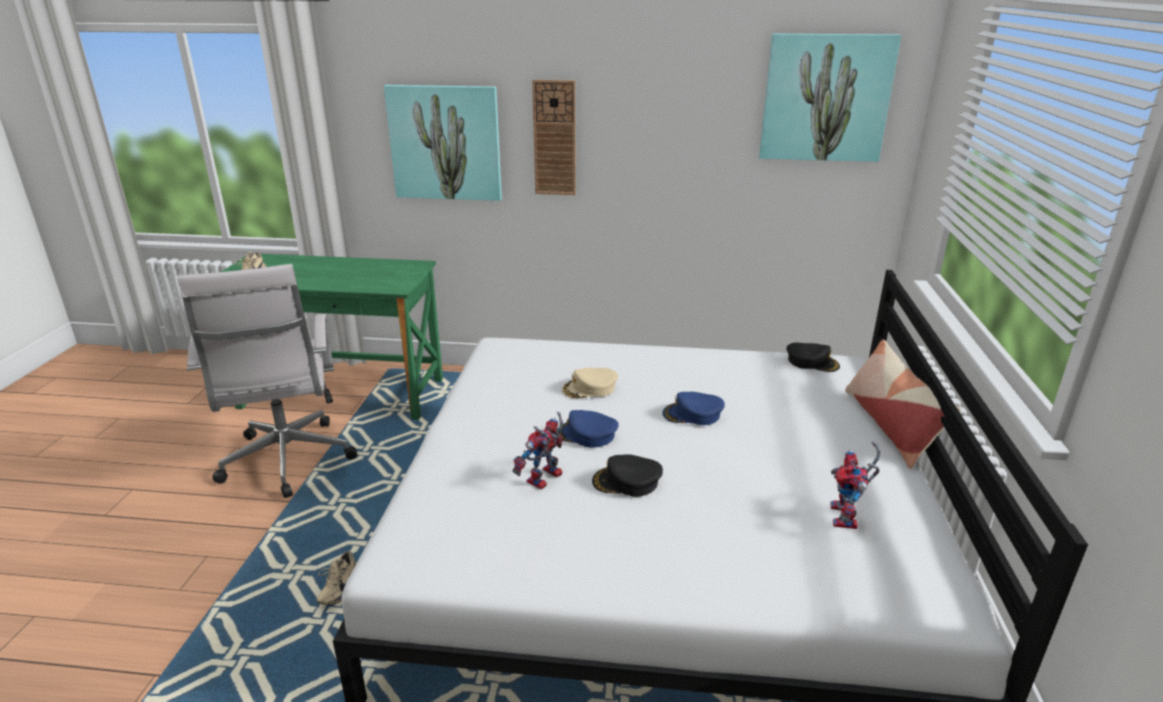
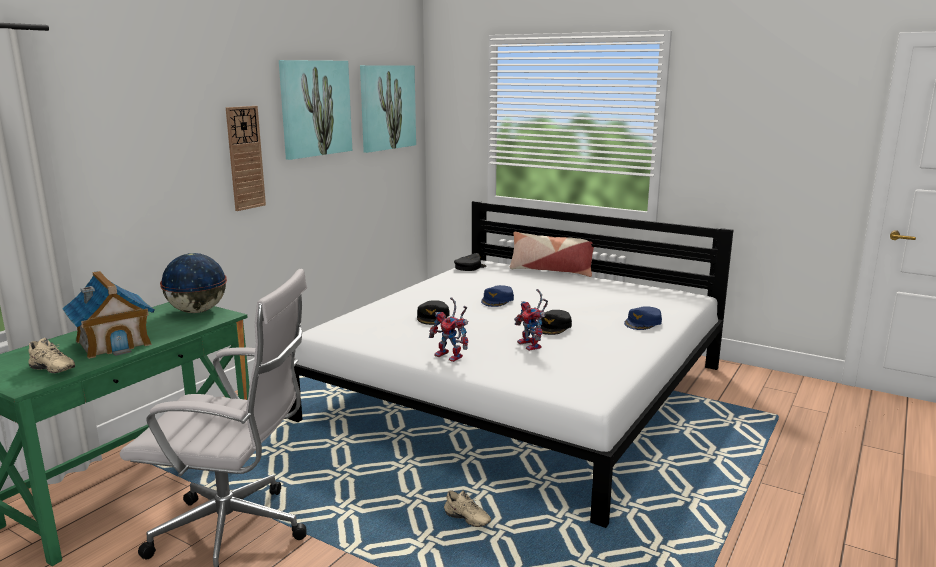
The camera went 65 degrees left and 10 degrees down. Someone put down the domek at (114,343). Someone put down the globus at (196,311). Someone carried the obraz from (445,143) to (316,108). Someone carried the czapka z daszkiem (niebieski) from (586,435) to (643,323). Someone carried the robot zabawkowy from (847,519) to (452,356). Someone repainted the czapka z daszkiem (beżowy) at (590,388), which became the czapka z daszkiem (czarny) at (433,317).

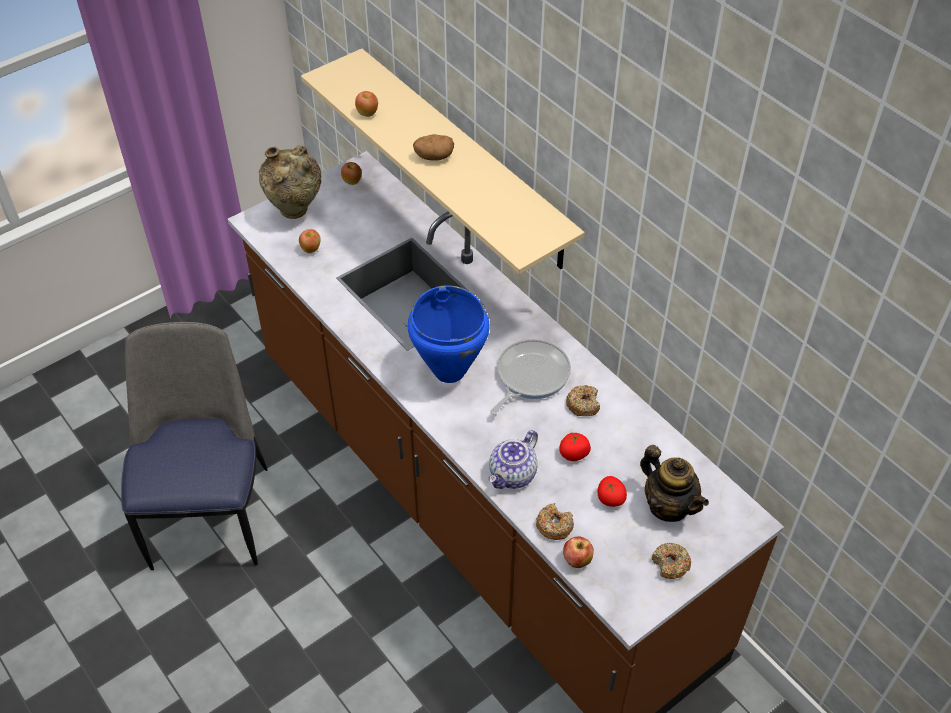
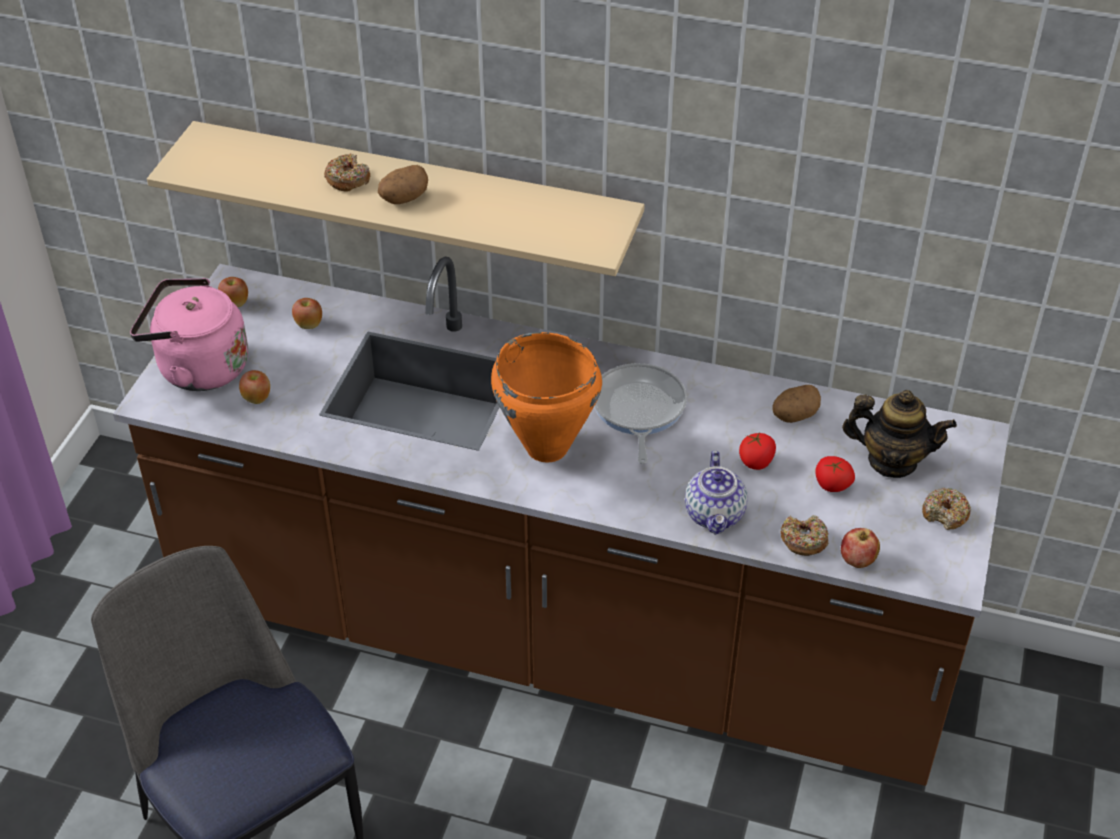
The camera went 35 degrees left and 5 degrees down. Someone put down the ziemniak at (794,415). Someone carried the jabłko from (367,113) to (308,324). Someone carried the donut from (583,404) to (347,179). Someone swapped the wazon (beżowy) at (296,213) for the czajnik (różowy) at (198,368). Someone repainted the garnek (niebieski) at (449,371), which became the garnek (pomarańczowy) at (547,448).

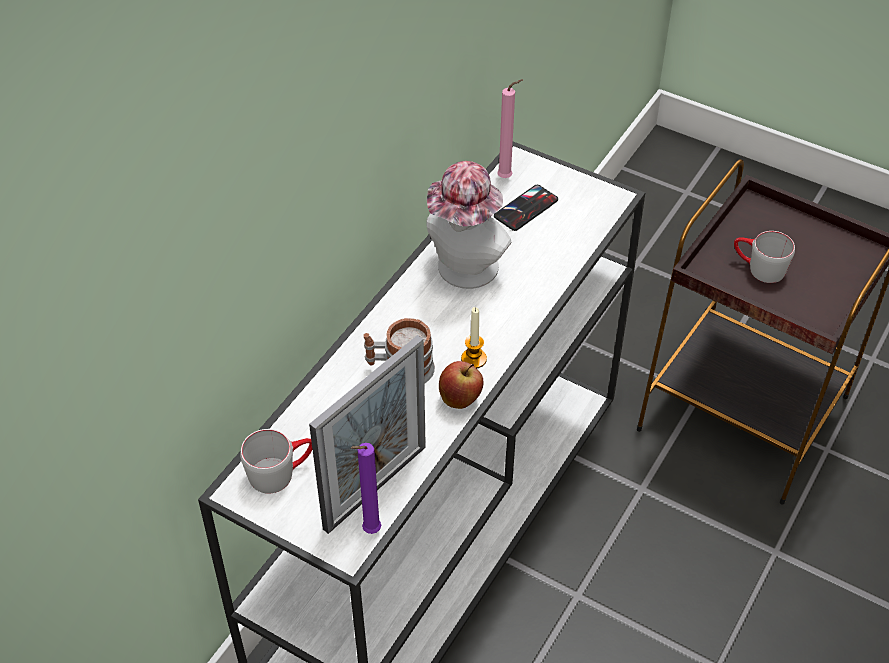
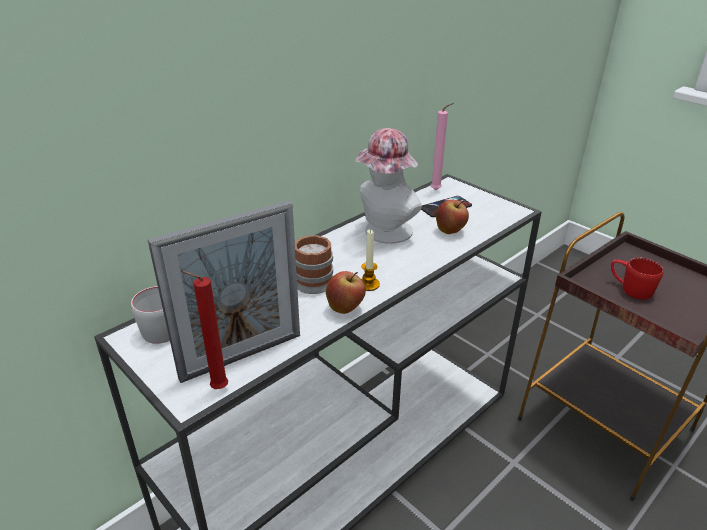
The camera went 15 degrees right and 15 degrees down. Someone put down the jabłko at (450,231). Someone repainted the świeca (fioletowy) at (369,531), which became the świeca (czerwony) at (216,389). Someone repainted the kubek (szary) at (758,268), which became the kubek (czerwony) at (629,288).

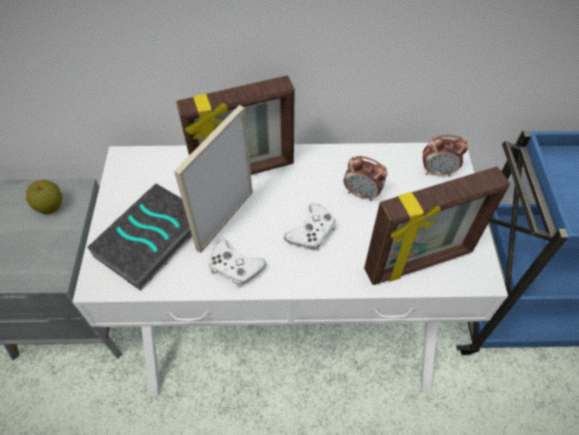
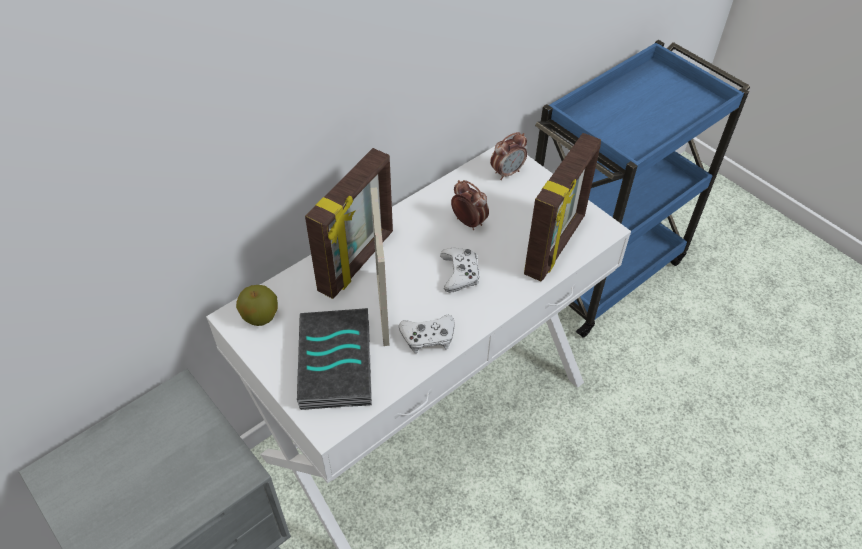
The camera went 40 degrees left and 5 degrees down. Someone carried the jabłko from (50,206) to (260,316). Someone rotated the budzik at (362,193) by 120 degrees counterclockwise.

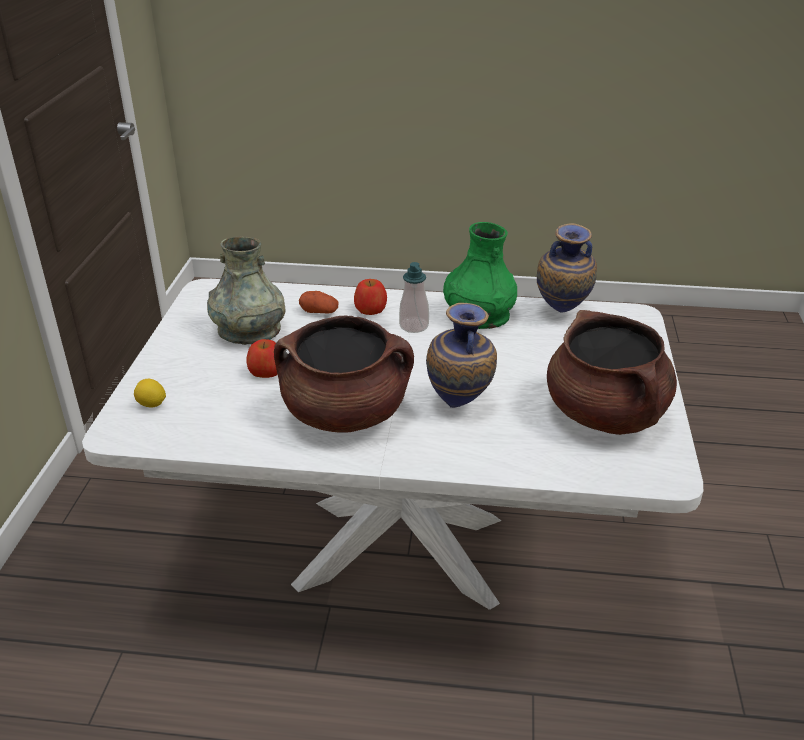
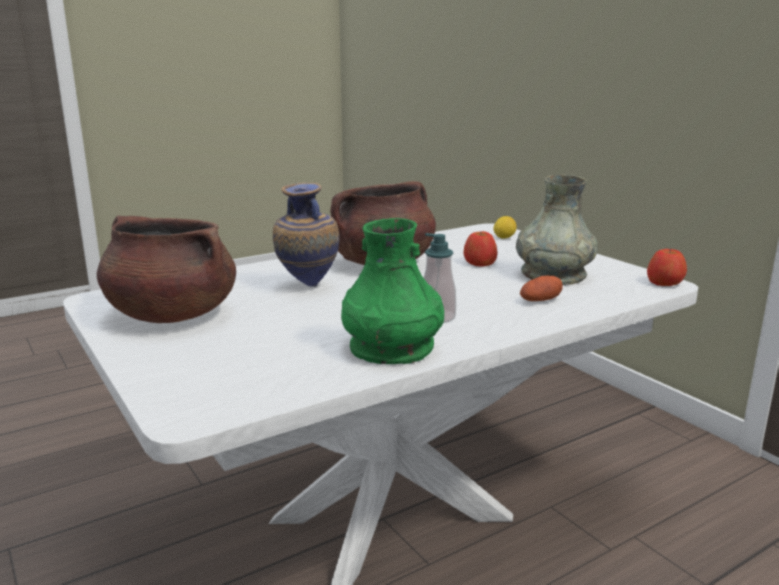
The camera went 140 degrees right and 15 degrees down. Someone took away the wazon at (561,314). Someone carried the jabłko from (371,309) to (664,283).

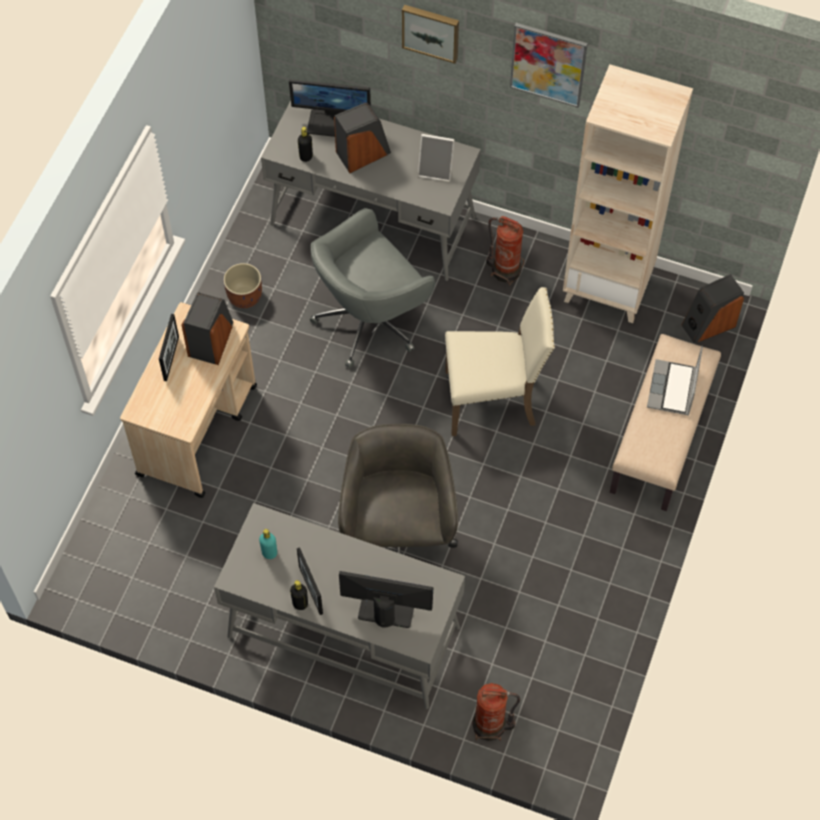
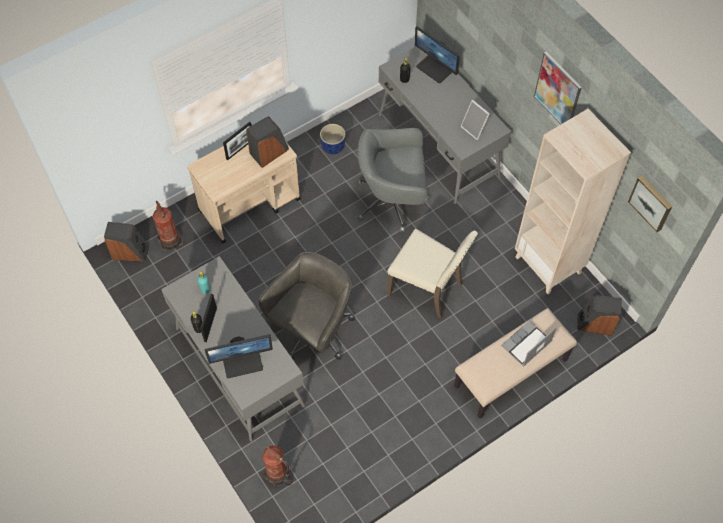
The camera went 35 degrees right and 0 degrees up. Someone carried the głośnik from (363,153) to (130,252). Someone carried the obraz from (431,31) to (651,202). Someone carried the gaśnica from (505,269) to (170,240). Someone repainted the donica (brązowy) at (245,296), which became the donica (niebieski) at (333,146). Someone rotated the monitor at (386,609) by 120 degrees clockwise.

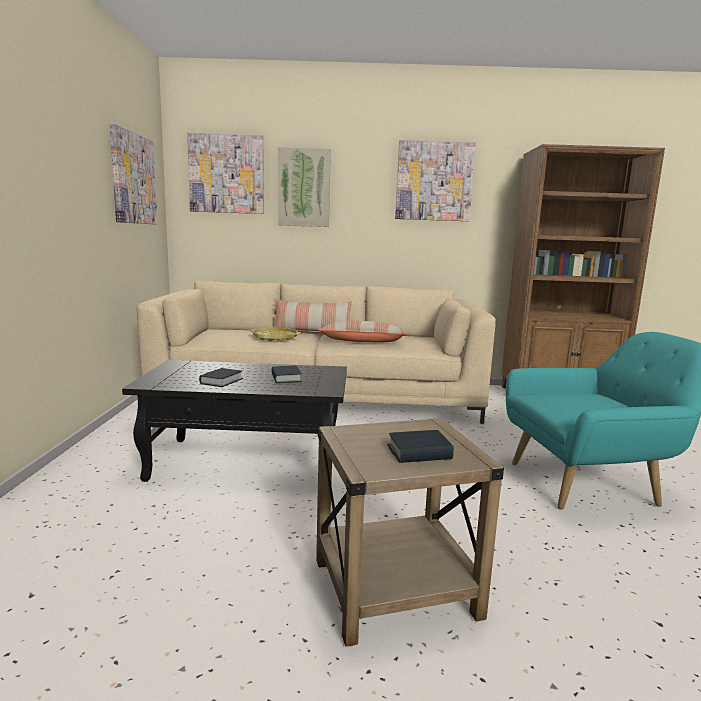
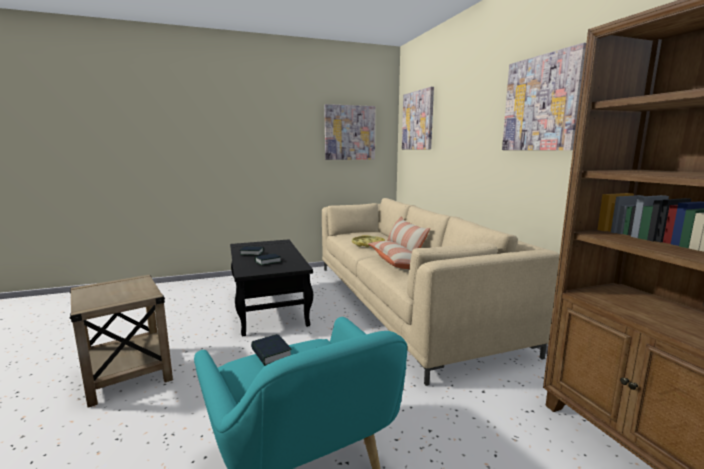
The camera went 70 degrees right and 0 degrees up. Someone took away the obraz at (304,188). Someone carried the książka from (419,453) to (271,354).

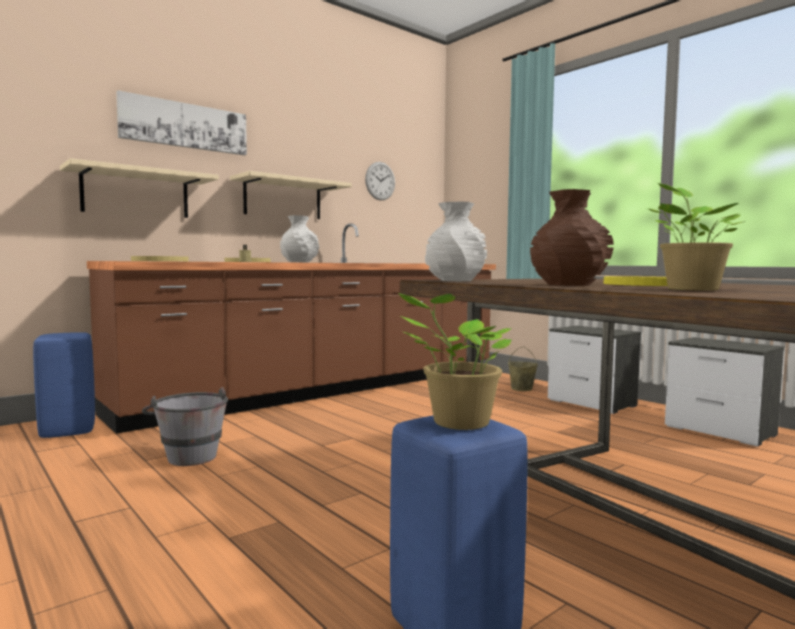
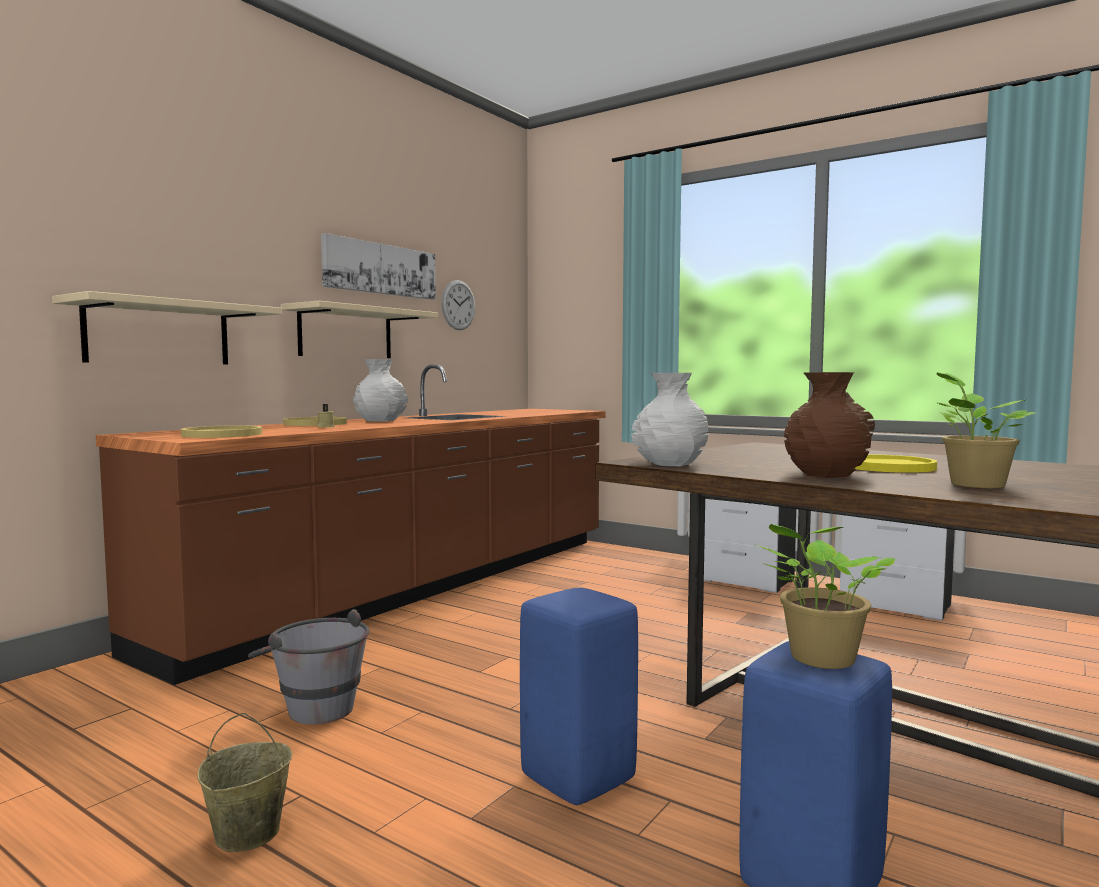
The camera went 15 degrees left and 0 degrees up. Someone carried the stołek (niebieski) from (67,431) to (575,778). Someone carried the obraz from (185,126) to (380,269). Someone carried the wiadro (beżowy) from (521,389) to (247,834).

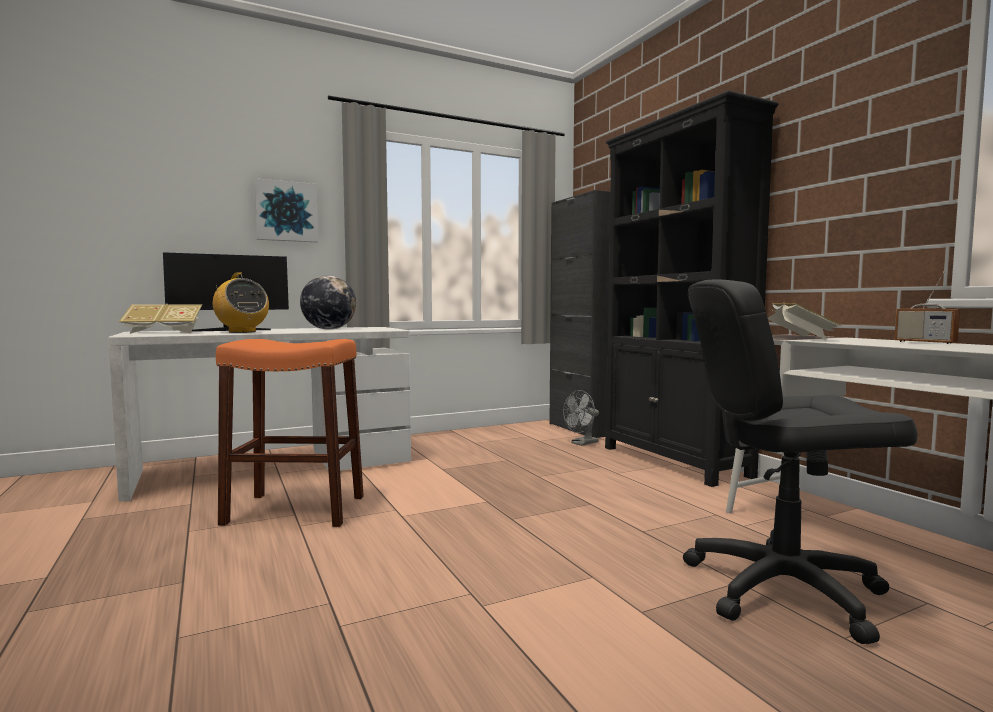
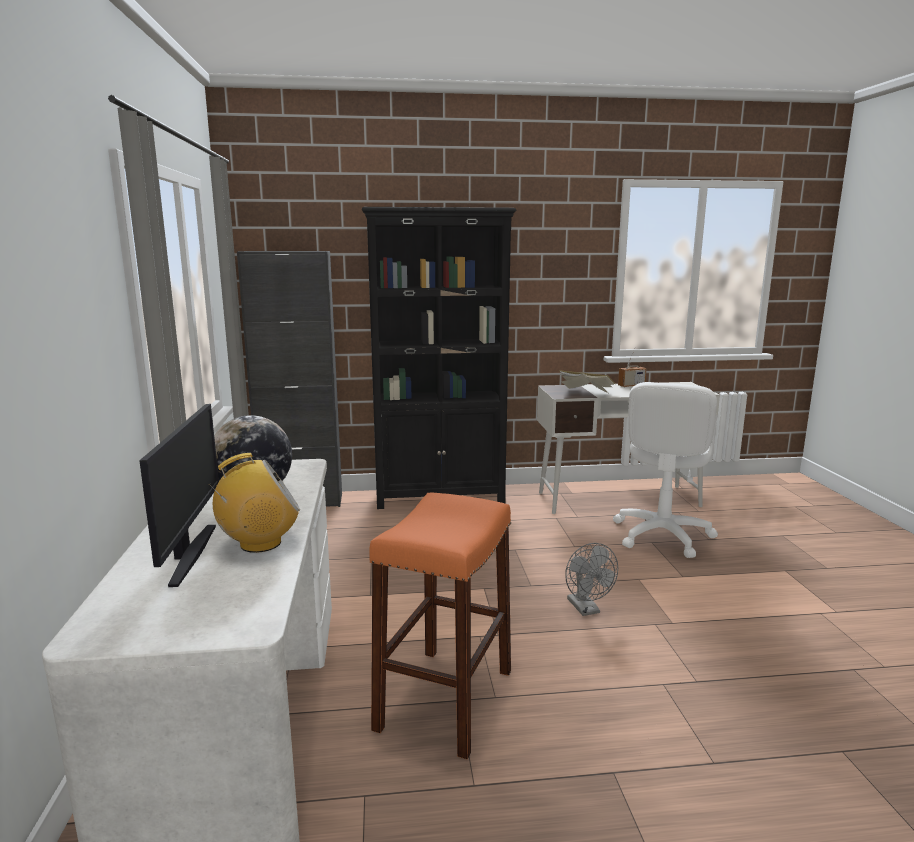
The camera went 70 degrees left and 10 degrees up. Someone took away the książka at (164,333). Someone took away the obraz at (286,211). Someone carried the wentylator (szary) from (582,443) to (586,609). Someone repainted the krzesło biurowe (czarny) at (782,589), which became the krzesło biurowe (biały) at (661,535).

